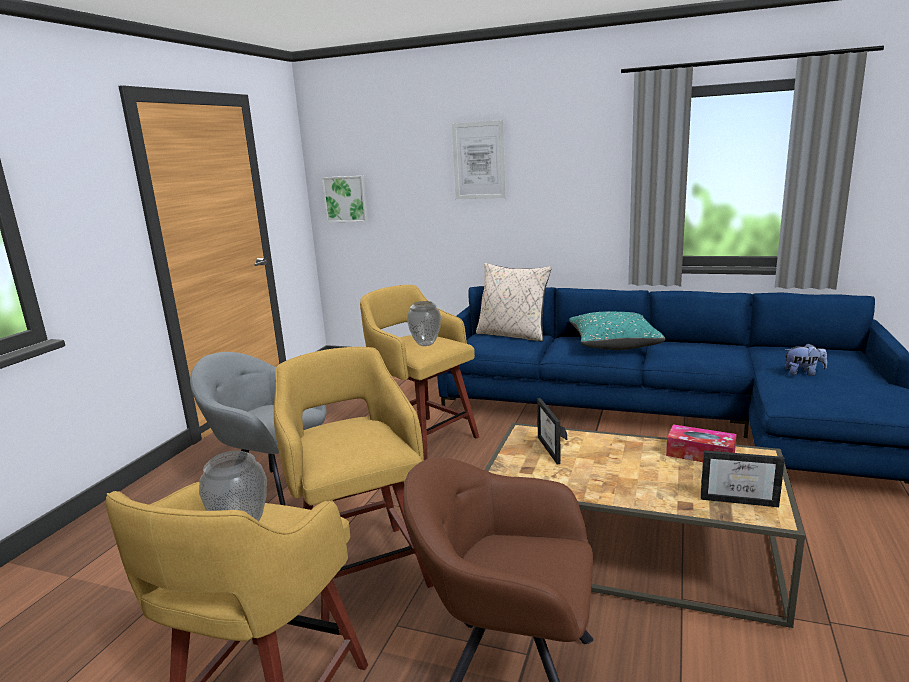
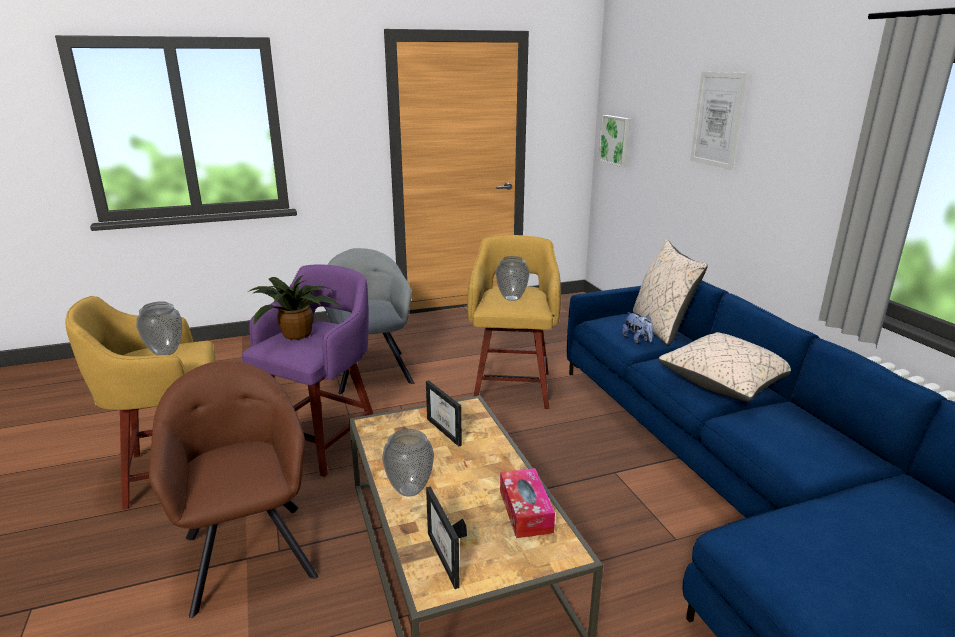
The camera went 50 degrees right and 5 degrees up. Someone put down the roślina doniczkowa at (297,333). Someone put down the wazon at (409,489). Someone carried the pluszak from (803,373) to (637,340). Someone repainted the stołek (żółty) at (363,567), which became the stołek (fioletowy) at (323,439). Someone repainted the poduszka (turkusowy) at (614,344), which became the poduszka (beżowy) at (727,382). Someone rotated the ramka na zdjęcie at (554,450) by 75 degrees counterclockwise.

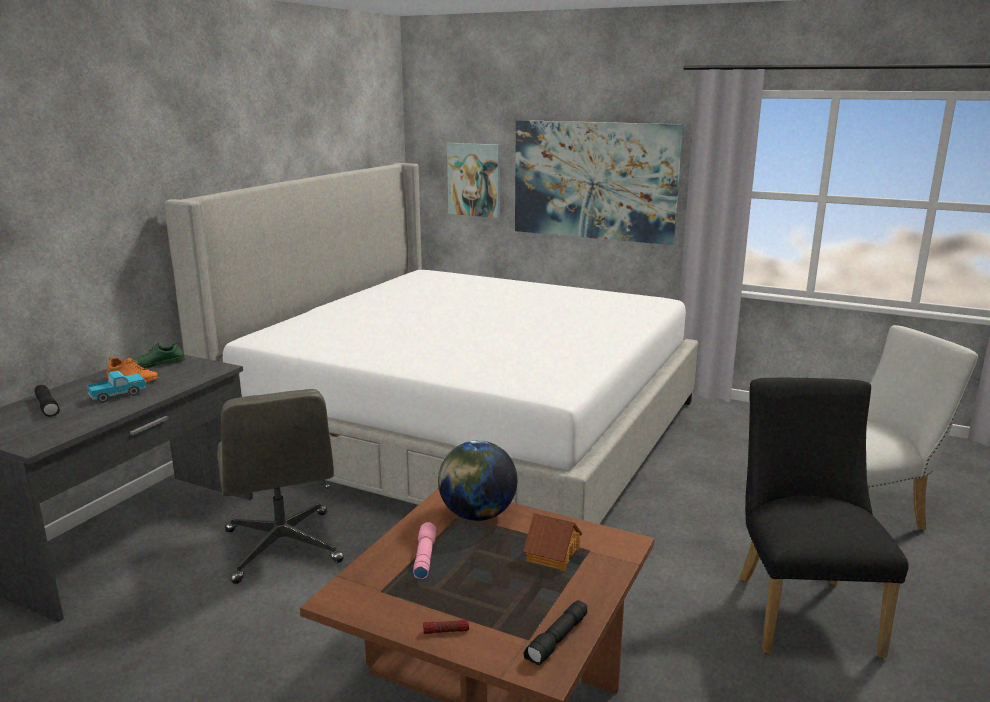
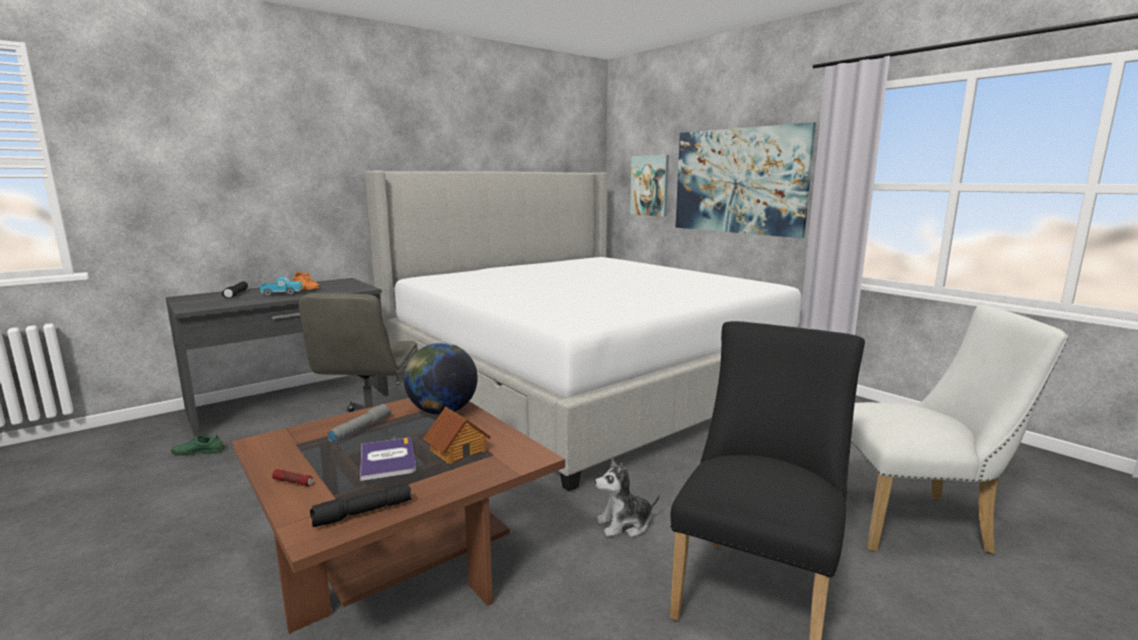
The camera went 25 degrees right and 5 degrees down. Someone put down the książka at (388,459). Someone put down the pluszak at (625,524). Someone carried the but (zielony) from (156,364) to (199,452). Someone repainted the latarka (różowy) at (424,556), which became the latarka (szary) at (361,429).

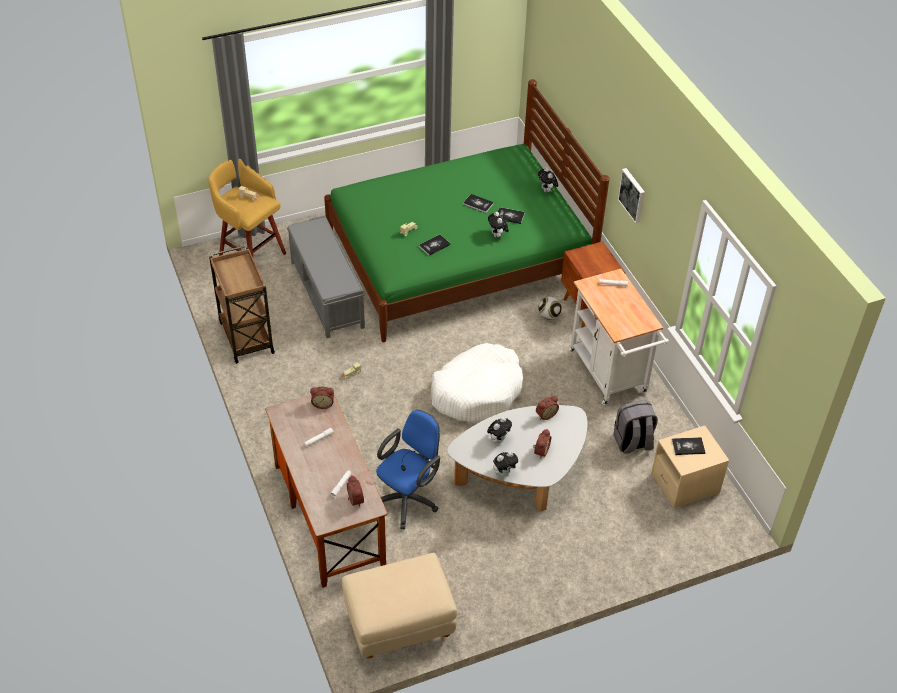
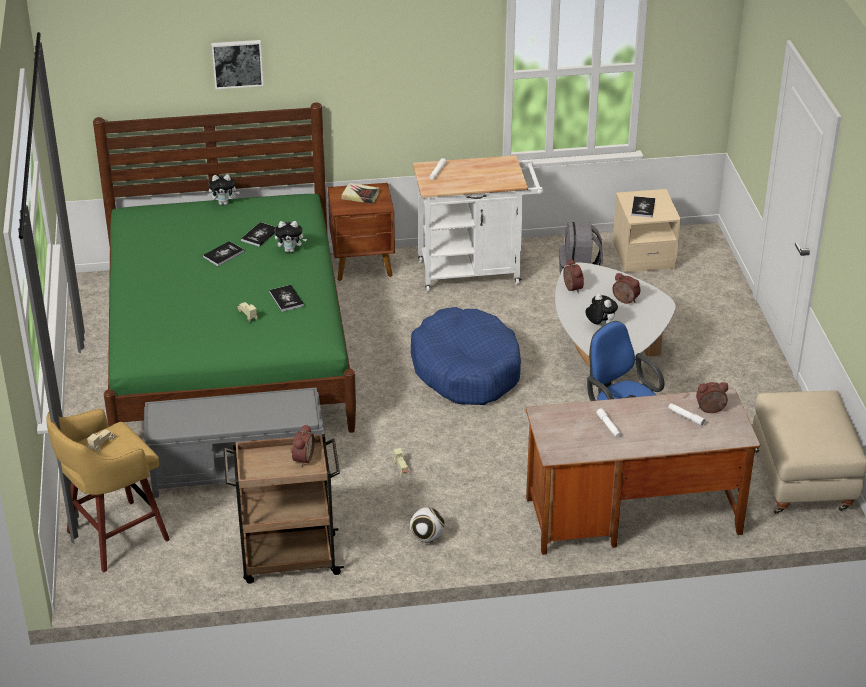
The camera went 75 degrees left and 10 degrees down. Someone took away the pluszak at (504,472). Someone put down the książka at (360,196). Someone carried the budzik from (323,403) to (302,458). Someone carried the piłka futbolowa from (549,316) to (427,537). Someone carried the obraz from (633,195) to (237,63). Someone repainted the legowisko (biały) at (477,391), which became the legowisko (niebieski) at (466,369).

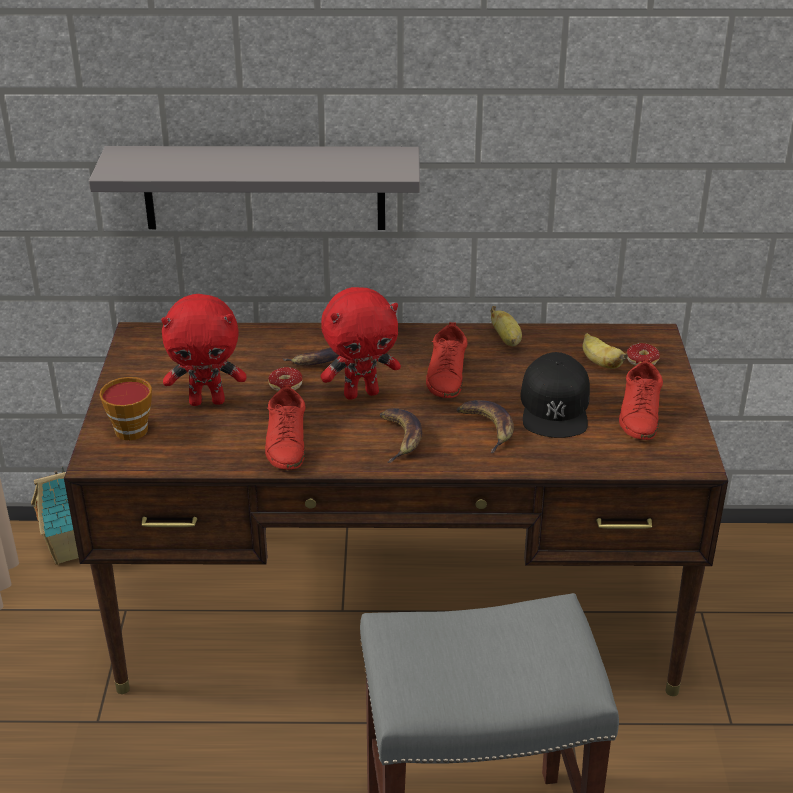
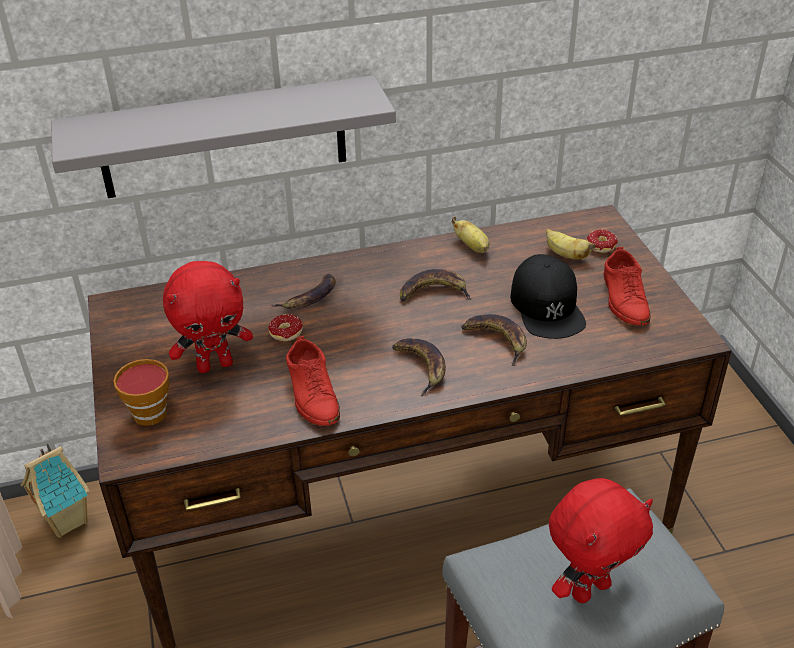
The camera went 15 degrees left and 5 degrees up. Someone carried the pluszak (czerwony) from (361,393) to (589,588). Someone swapped the but (czerwony) at (446,374) for the banan at (434,292).

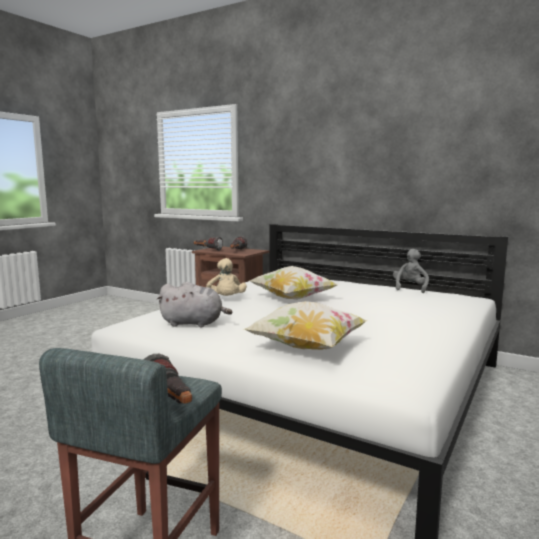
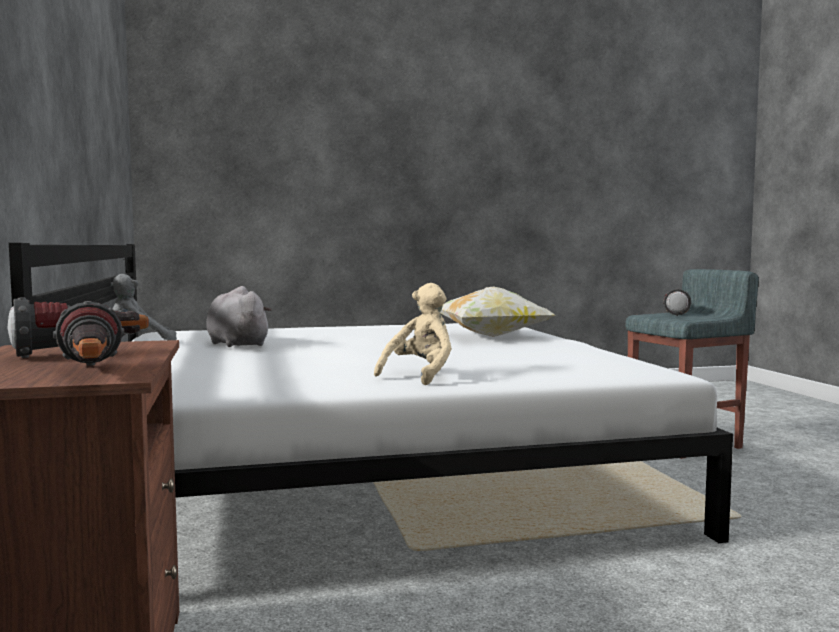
The camera went 135 degrees left and 5 degrees down. Someone took away the poduszka at (292,299). Someone carried the pluszak (szary) from (194,323) to (236,344).

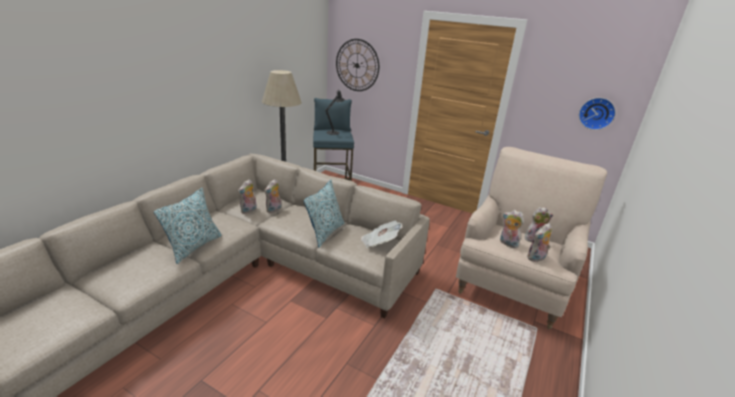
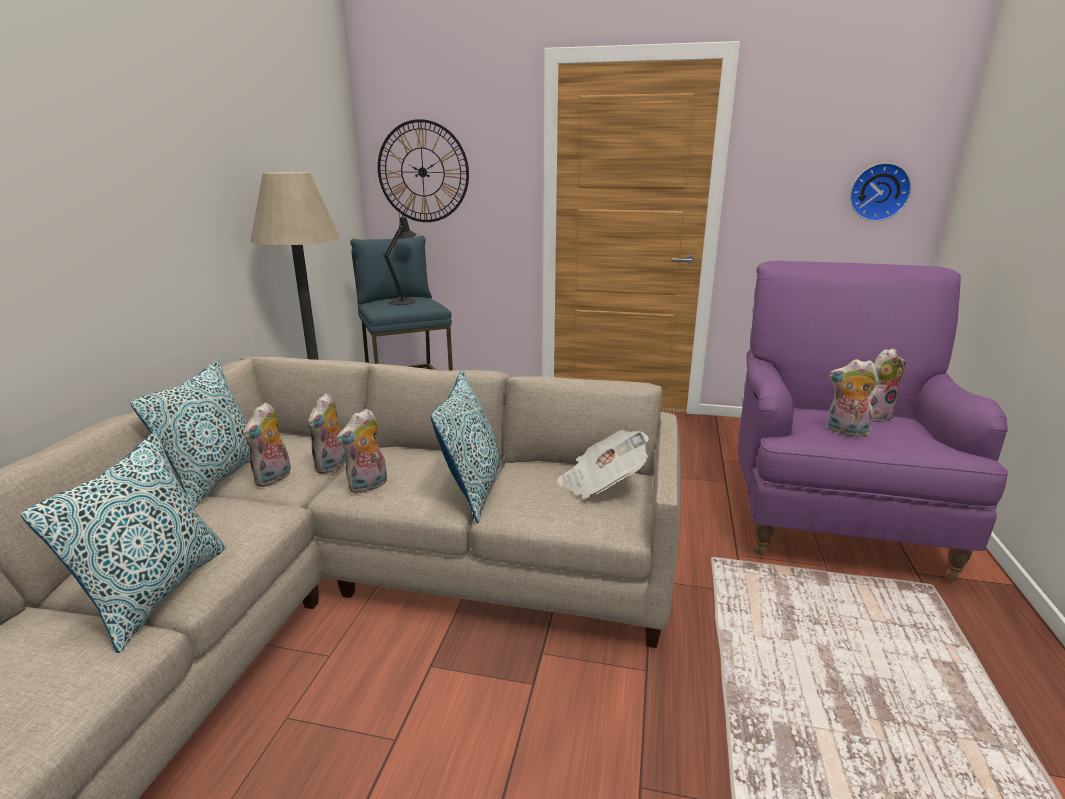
The camera went 15 degrees left and 5 degrees down. Someone put down the poduszka at (217,477). Someone carried the pluszak from (536,258) to (368,486). Someone repainted the fotel (beżowy) at (512,285), which became the fotel (fioletowy) at (831,516).

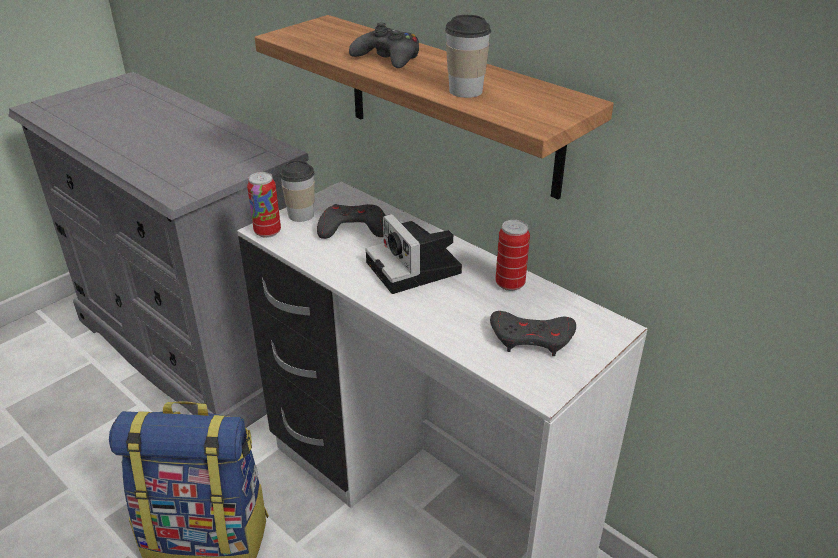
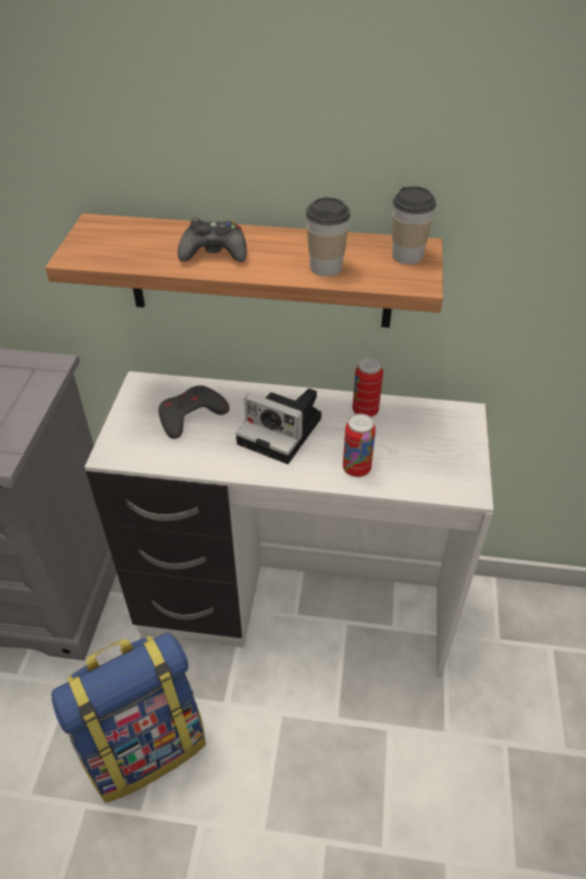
The camera went 35 degrees left and 10 degrees up. Someone took away the pad do gier (szary) at (532,338). Someone carried the puszka from (267,232) to (356,469). Someone carried the filiżanka from (301,215) to (407,256).

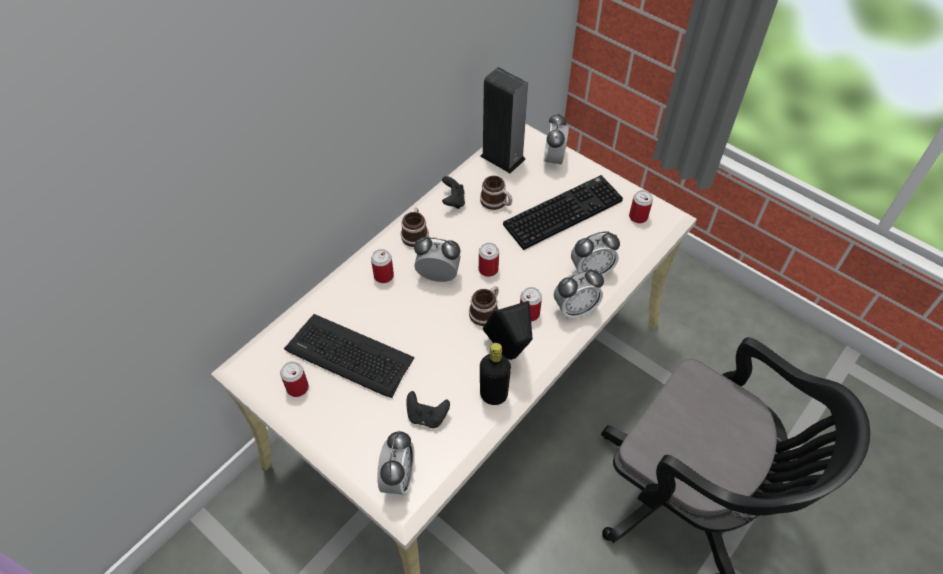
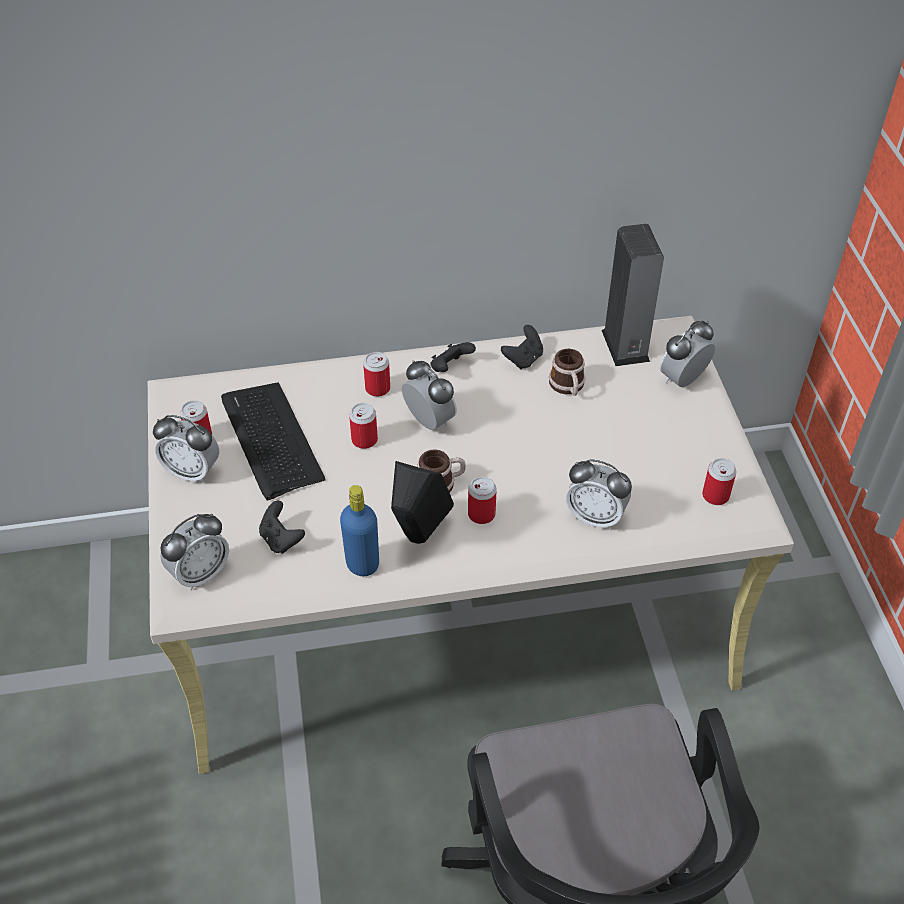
The camera went 40 degrees right and 5 degrees down. Someone took away the klawiatura at (563,211). Someone carried the puszka from (488,269) to (364,440). Someone carried the budzik from (575,309) to (192,472). Someone swapped the kubek at (415,234) for the pad do gier (czarny) at (450,368). Someone repainted the butelka (czarny) at (493,395), which became the butelka (niebieski) at (362,564).

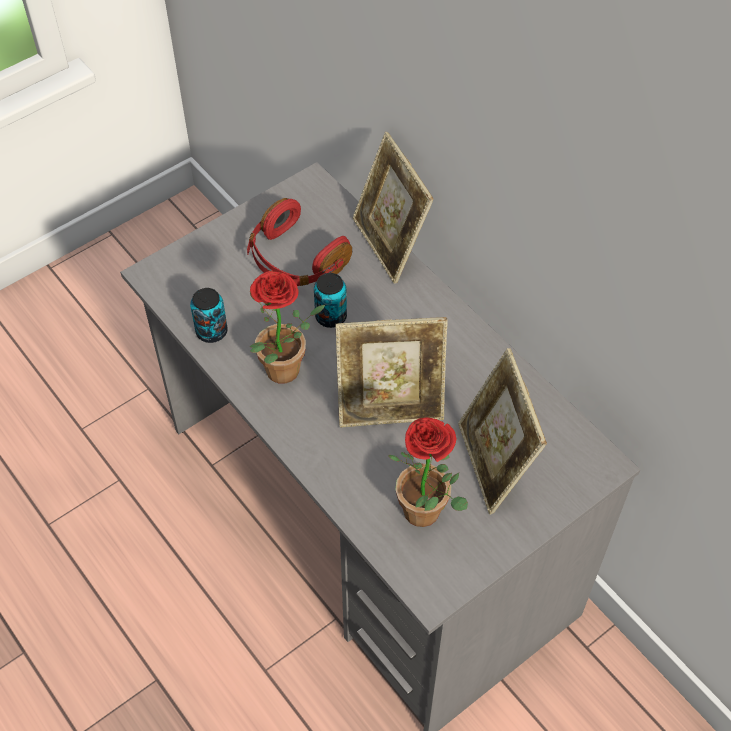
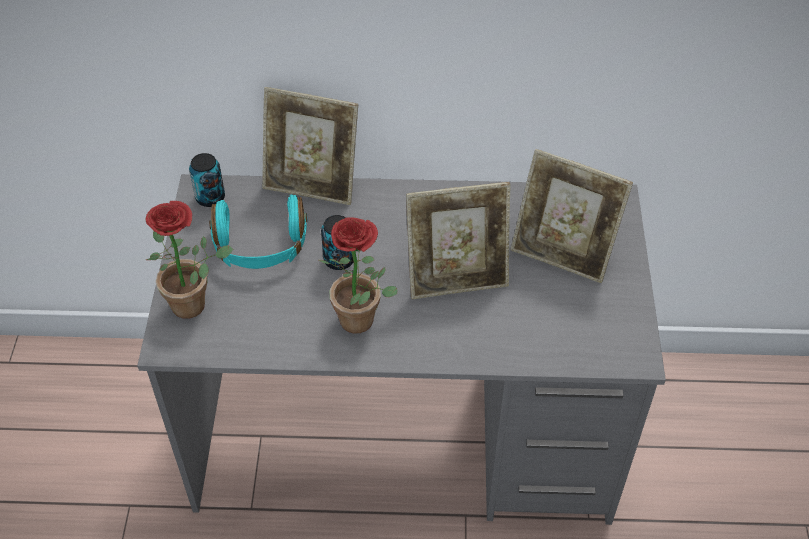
The camera went 50 degrees left and 5 degrees down. Someone carried the puszka from (211,331) to (210,198). Someone carried the roślina doniczkowa from (428,515) to (196,304). Someone repainted the słuchawki (czerwony) at (295,260), which became the słuchawki (turkusowy) at (261,246). Someone rotated the ramka na zdjęcie at (390,406) by 45 degrees clockwise.

